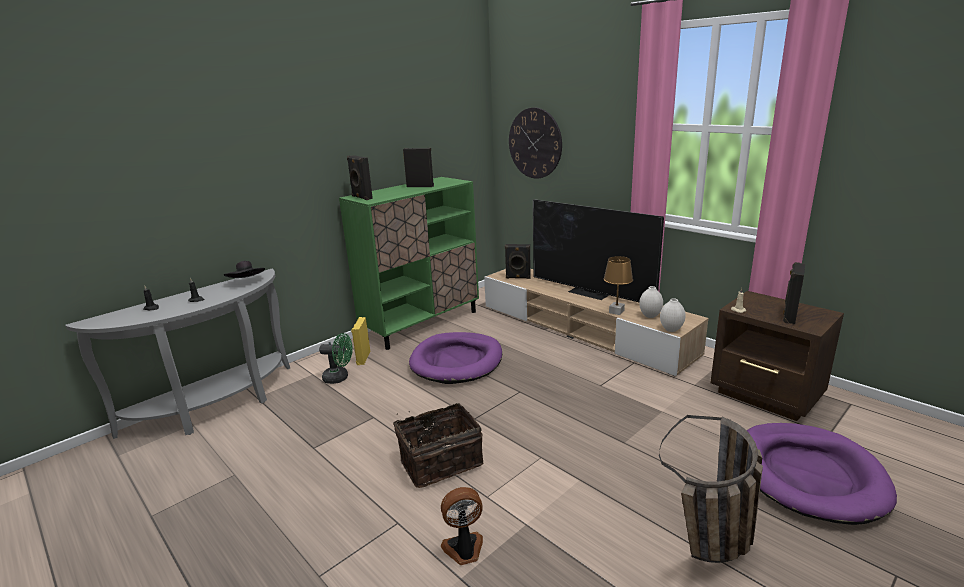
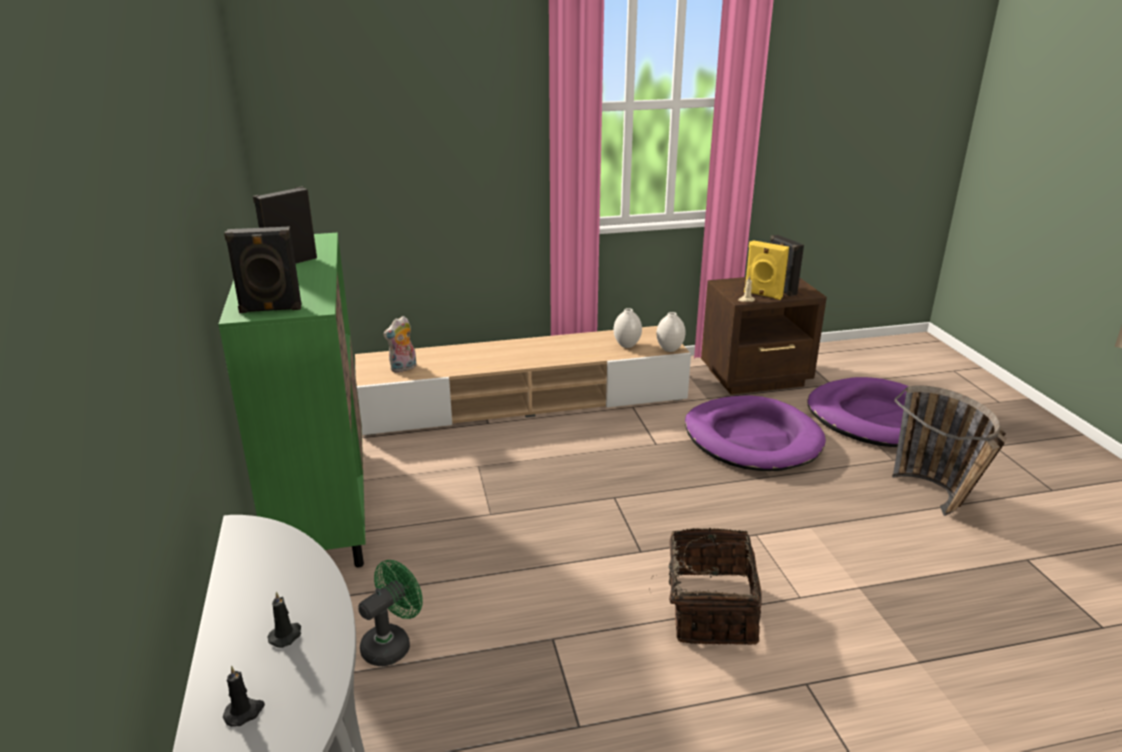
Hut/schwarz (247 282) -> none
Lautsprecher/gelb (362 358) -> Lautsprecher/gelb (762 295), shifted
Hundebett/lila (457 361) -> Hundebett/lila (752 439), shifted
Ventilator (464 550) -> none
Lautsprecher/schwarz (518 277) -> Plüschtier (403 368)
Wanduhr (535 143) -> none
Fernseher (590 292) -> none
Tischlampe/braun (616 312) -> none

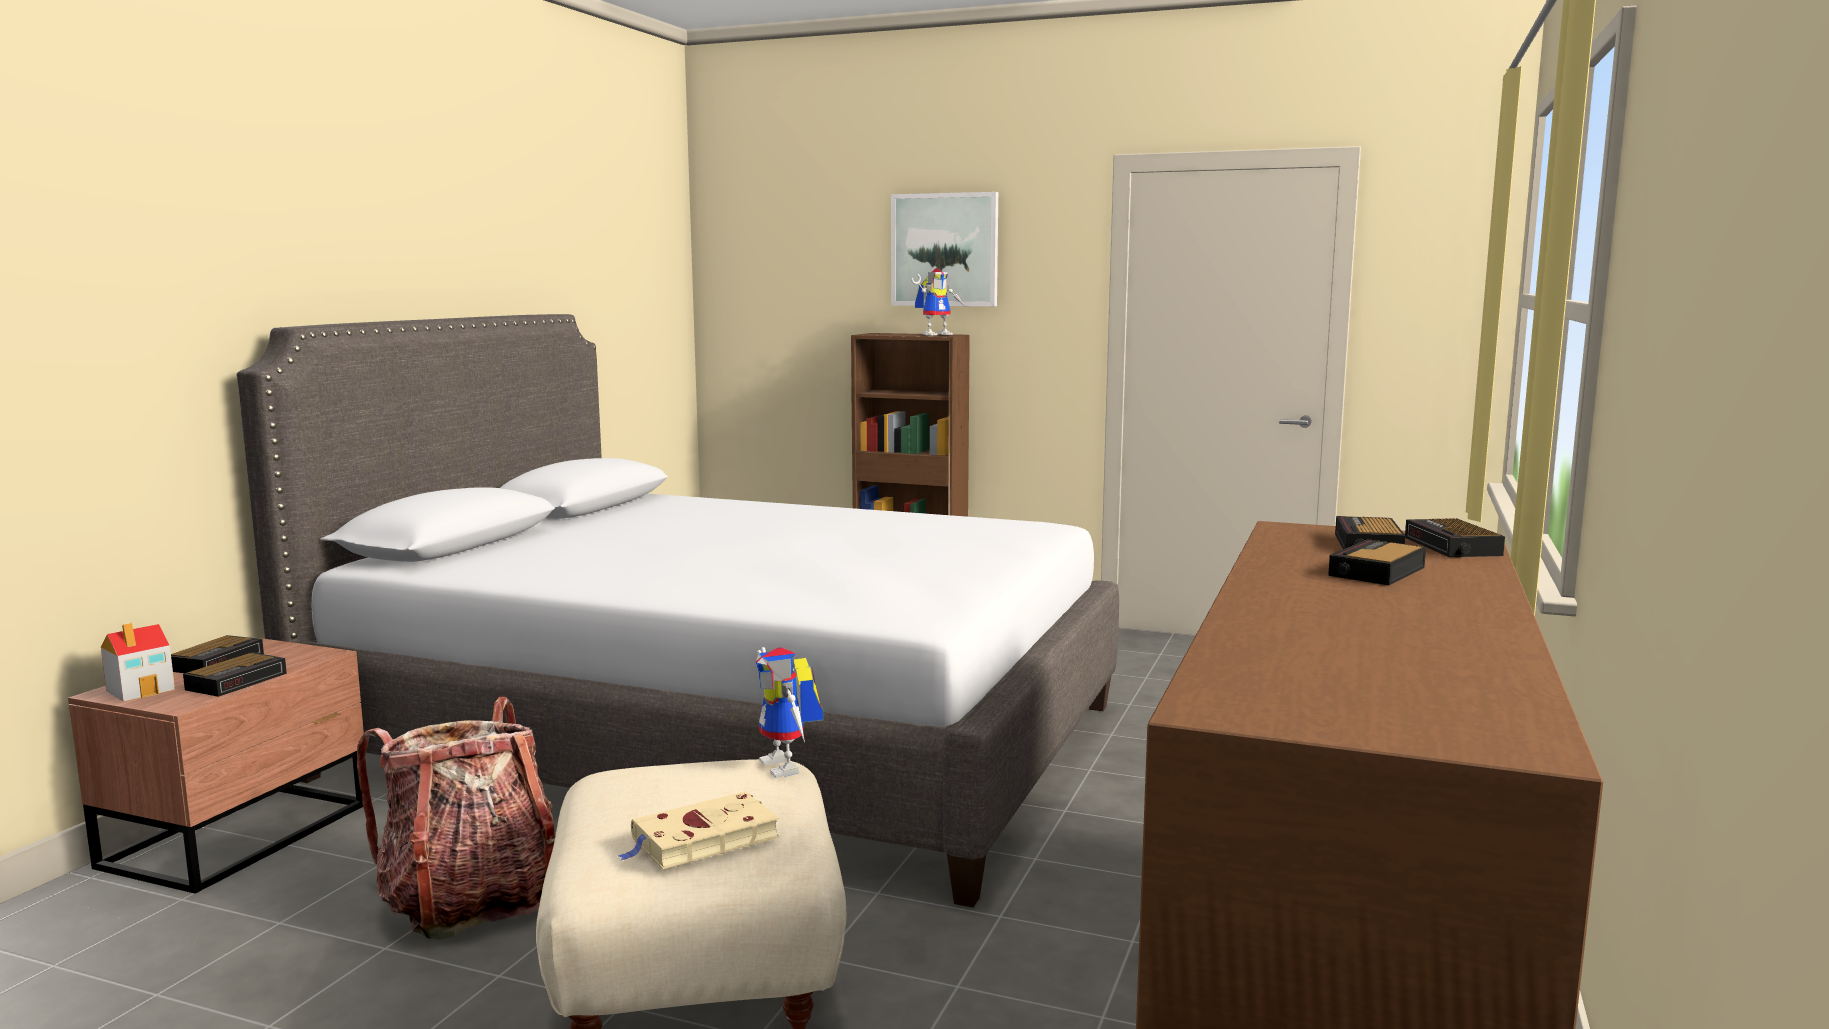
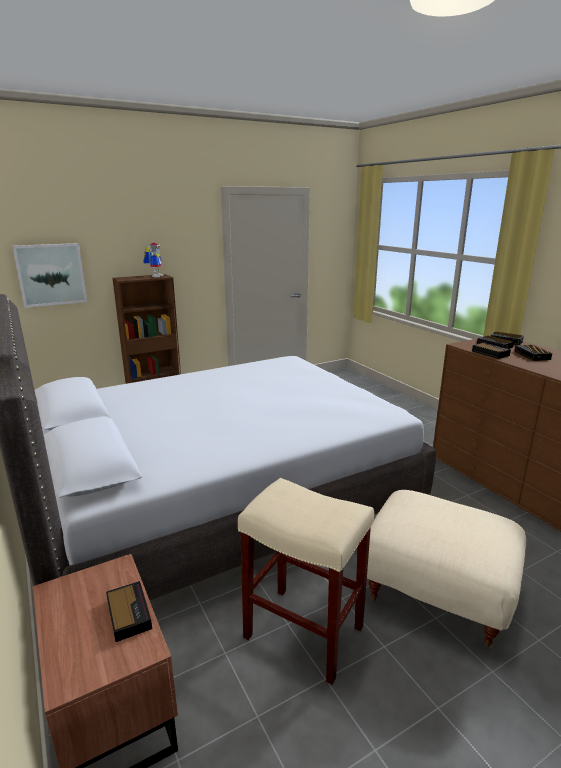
Spielzeughaus (141 690) -> none
Wecker (218 661) -> Wecker (489 353), shifted
Rucksack (471 900) -> Hocker/beige (302 632)
Buch/beige (701 840) -> none
Spielzeugroboter (789 767) -> none
Bild (945 250) -> Bild (51 274), shifted

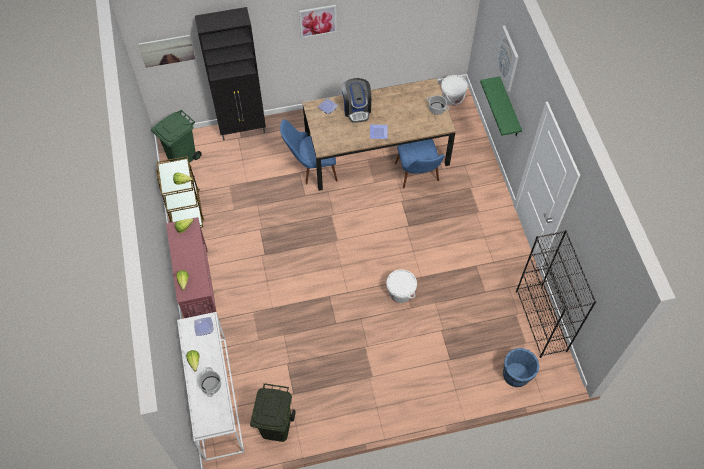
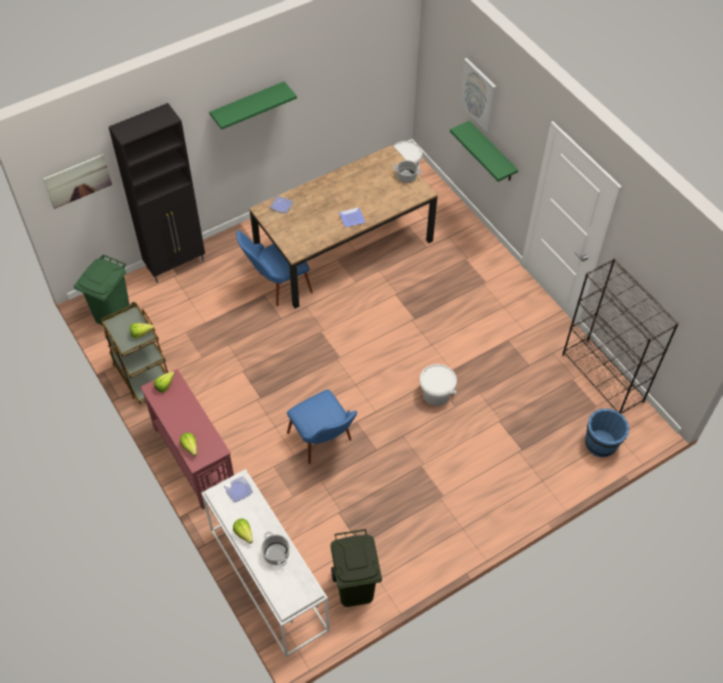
Bild (317 21) -> Wandregal/grün (248 105)
Kaffeemaschine (356 109) -> none
Stuhl/blau (419 178) -> Stuhl/blau (325 444), shifted

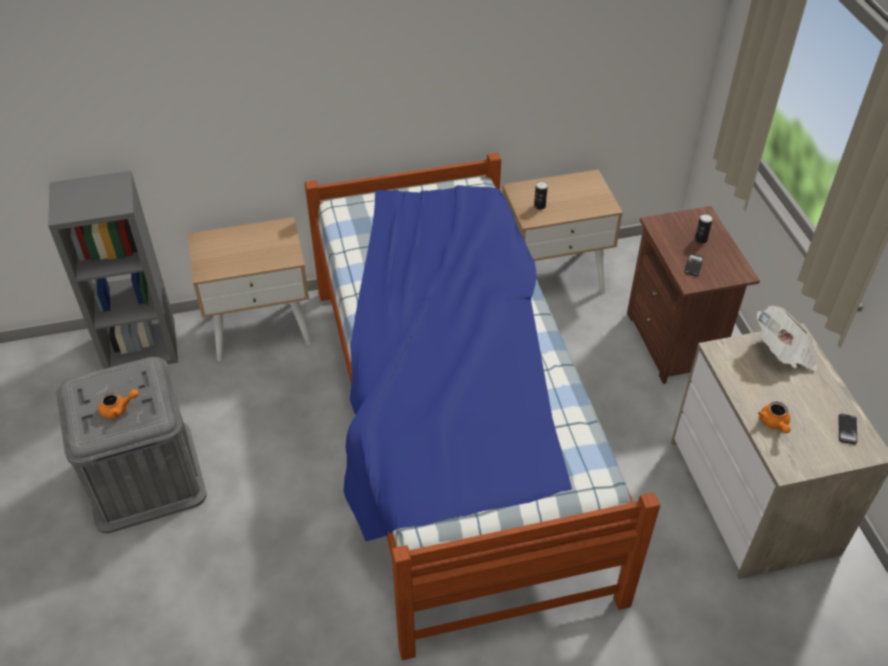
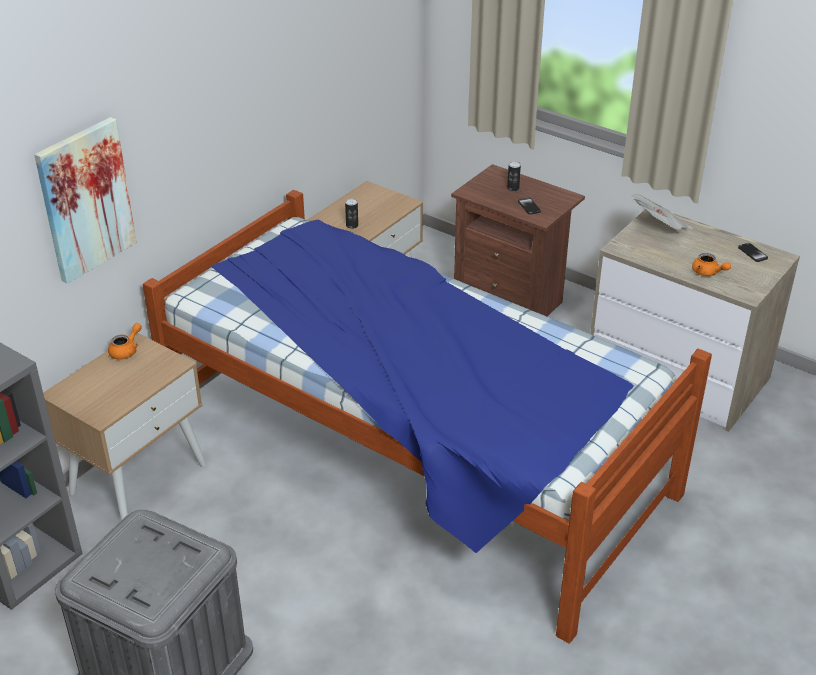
Teekanne/orange (118 409) -> Teekanne/orange (126 350), shifted
none -> Bild (85 199)

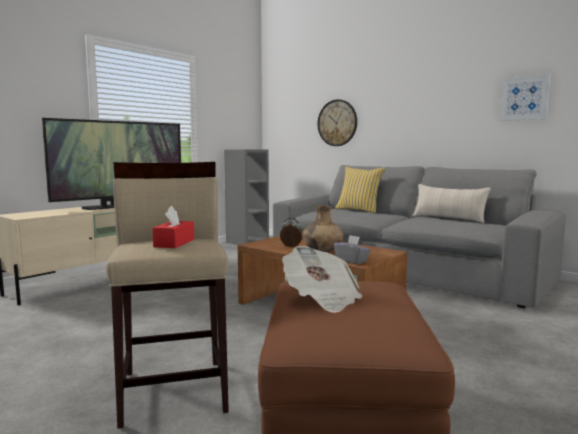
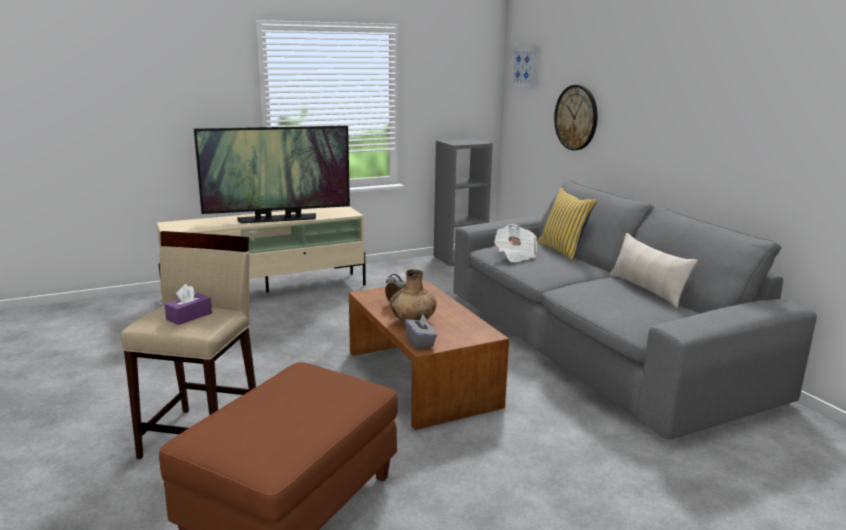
Taschentuchbox/rot (174 243) -> Taschentuchbox/lila (189 316)
Zeitung (321 299) -> Zeitung (515 255), shifted
Bild (524 98) -> Bild (524 66), shifted

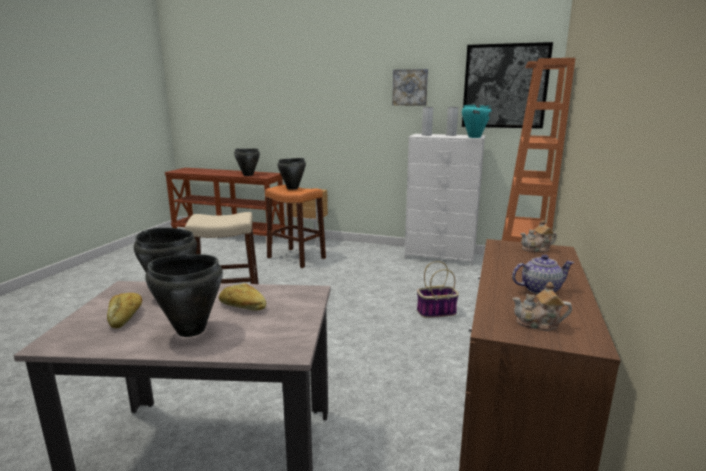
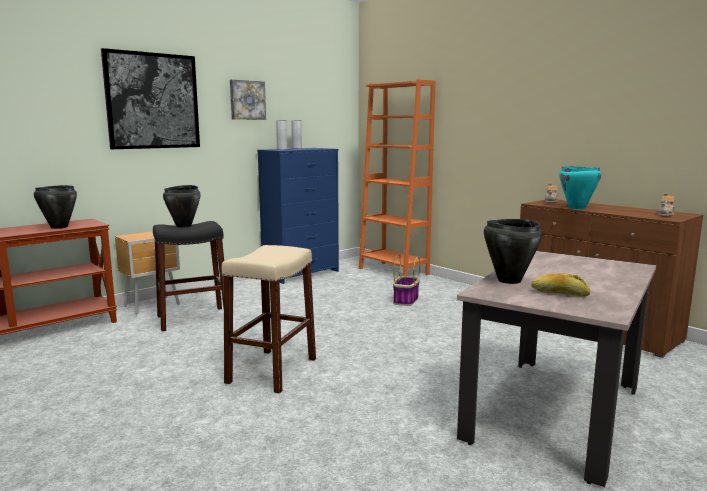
Kochtopf/schwarz (190 330) -> none
Brot (242 306) -> none
Hocker/orange (296 258) -> Hocker/schwarz (193 319)
Kommode/weiß (440 256) -> Kommode/blau (301 273)
Bild (505 86) -> Bild (152 101), shifted
Kochtopf/türkis (474 137) -> Kochtopf/türkis (577 208), shifted
Teekanne (539 289) -> none

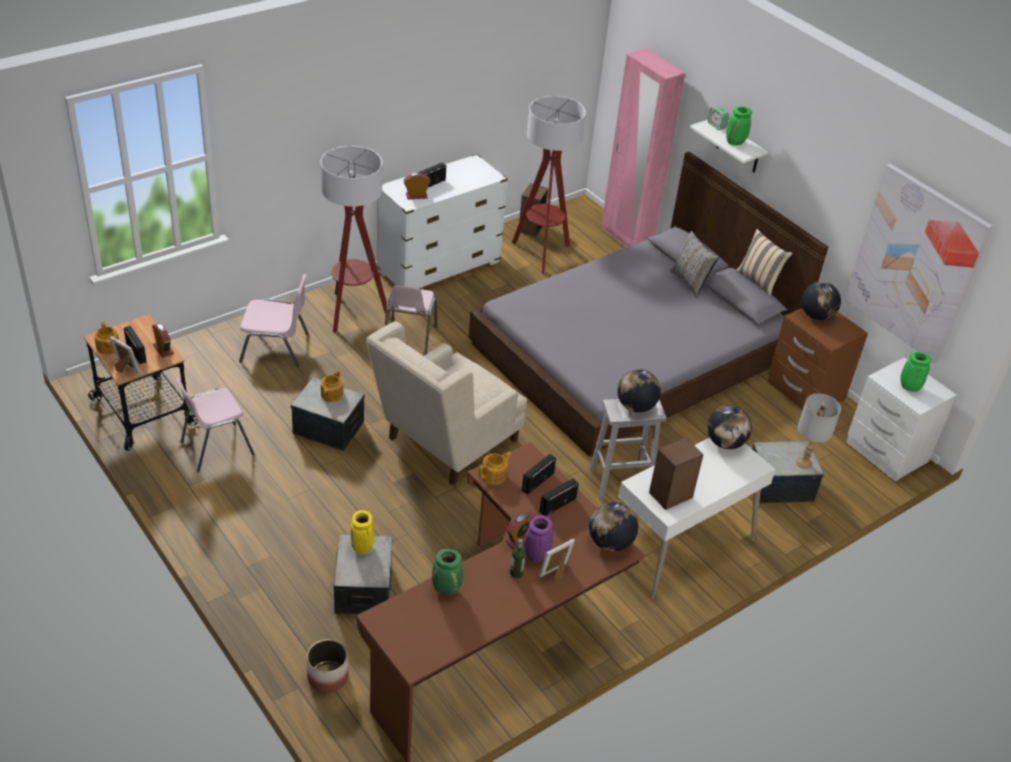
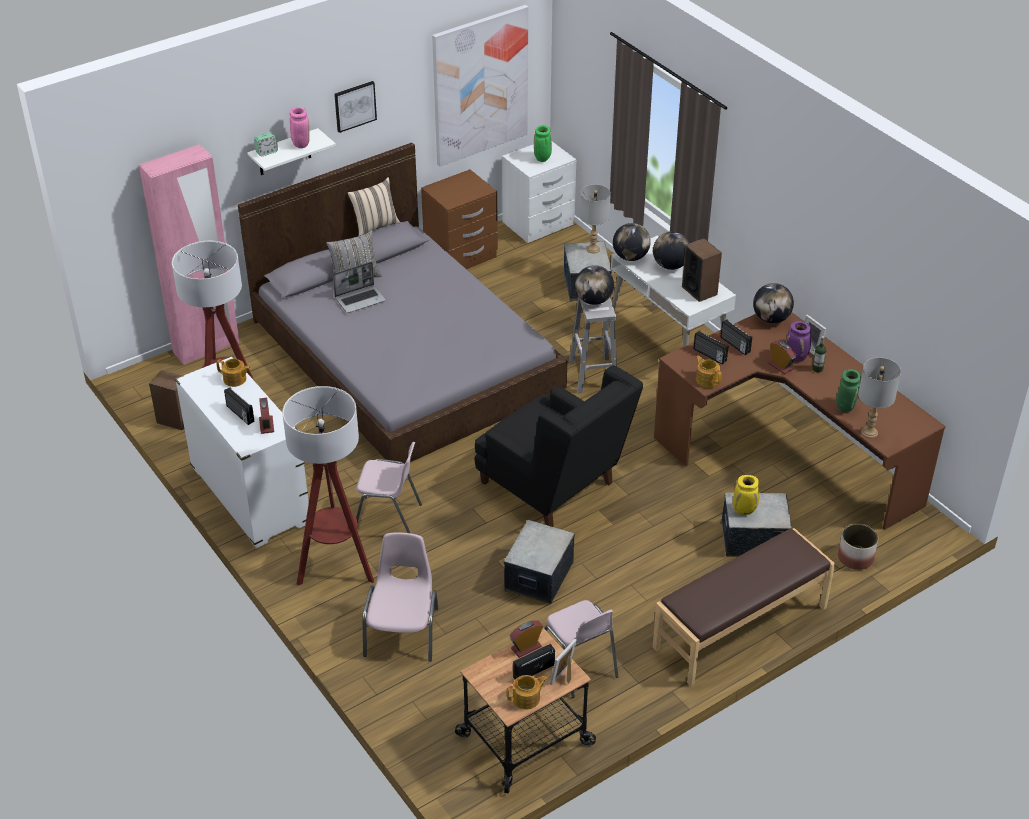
Teekanne (331 395) -> Teekanne (235 379), shifted
Sessel/beige (445 444) -> Sessel/schwarz (555 488)
Vase/grün (735 142) -> Vase/rosa (300 144)
Globus (816 315) -> Globus (670 265), shifted
none -> Laptop (360 299)
none -> Bild (354 106)
none -> Bank/braun (741 628)
none -> Tischlampe/grau (869 432)

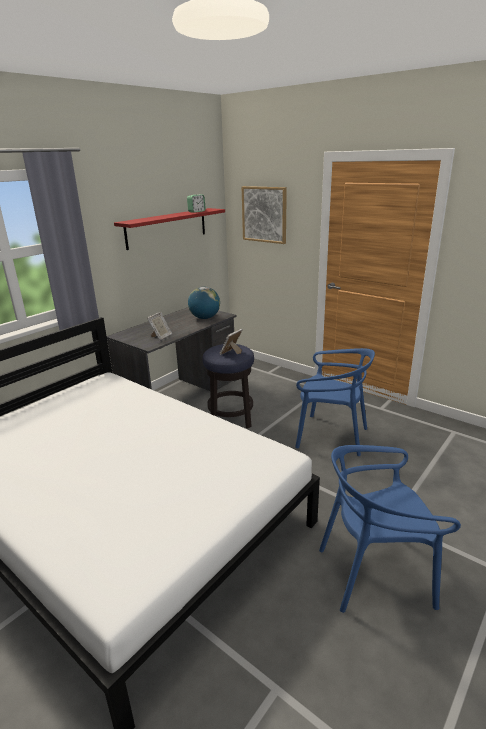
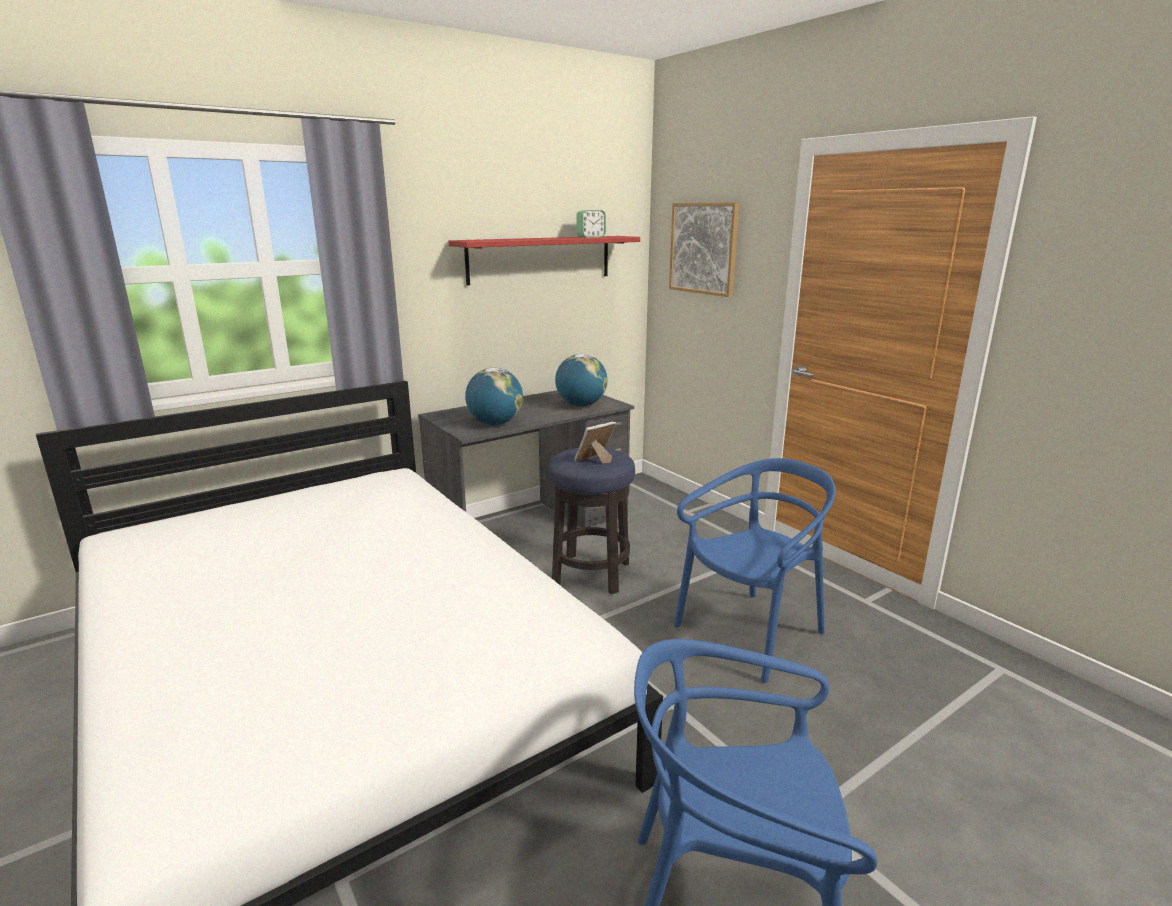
Bilderrahmen (161 337) -> Globus (495 423)
Stuhl/blau (331 436) -> Stuhl/blau (751 633), 75 degrees counterclockwise

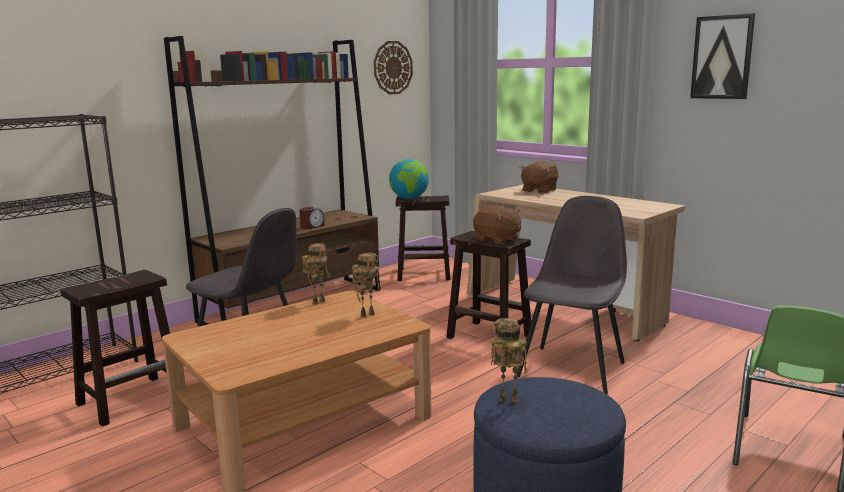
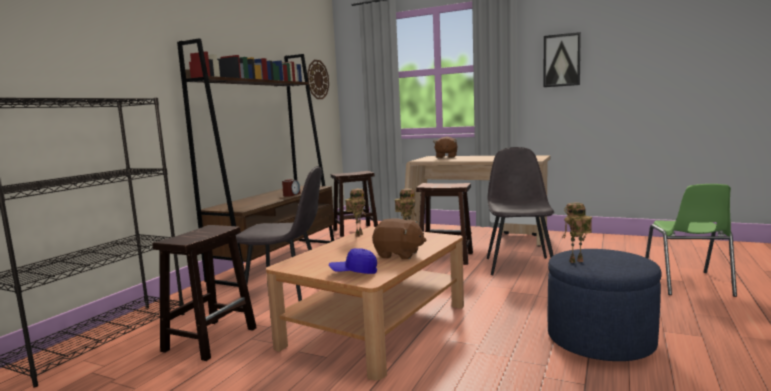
Globus (409 198) -> none
Plüschtier/braun (497 240) -> Plüschtier/braun (398 254), shifted
none -> Kappe/blau (354 272)

